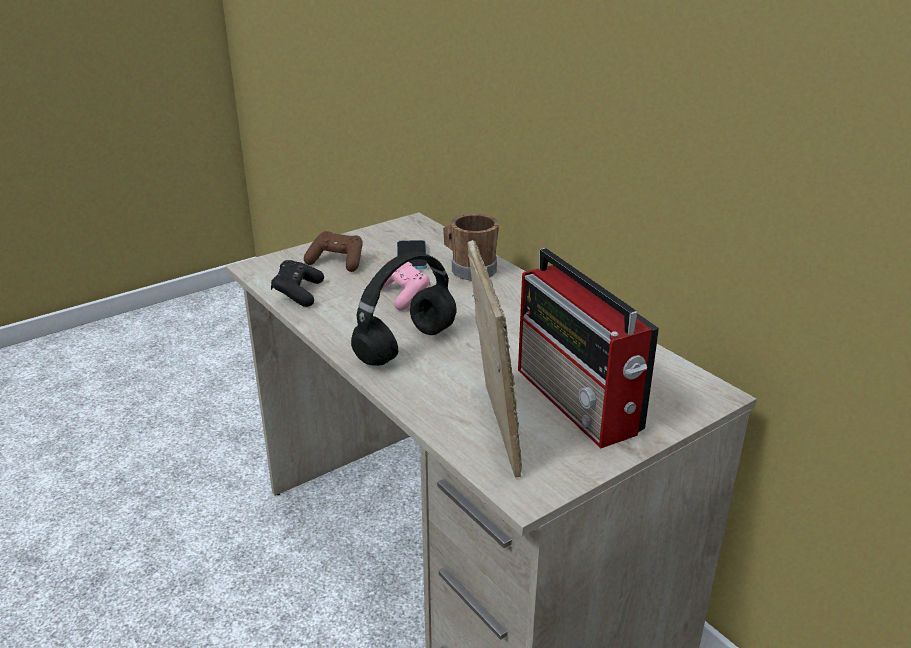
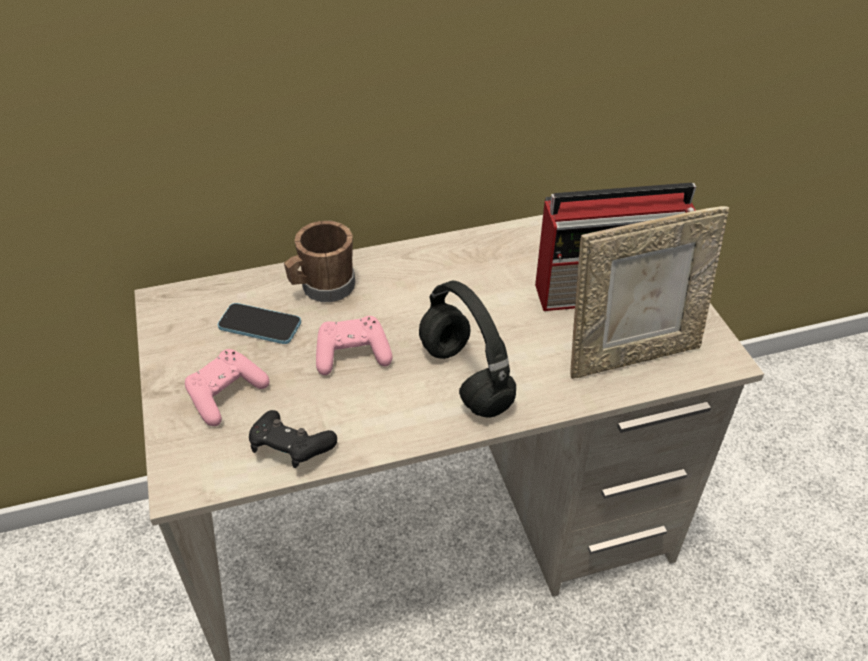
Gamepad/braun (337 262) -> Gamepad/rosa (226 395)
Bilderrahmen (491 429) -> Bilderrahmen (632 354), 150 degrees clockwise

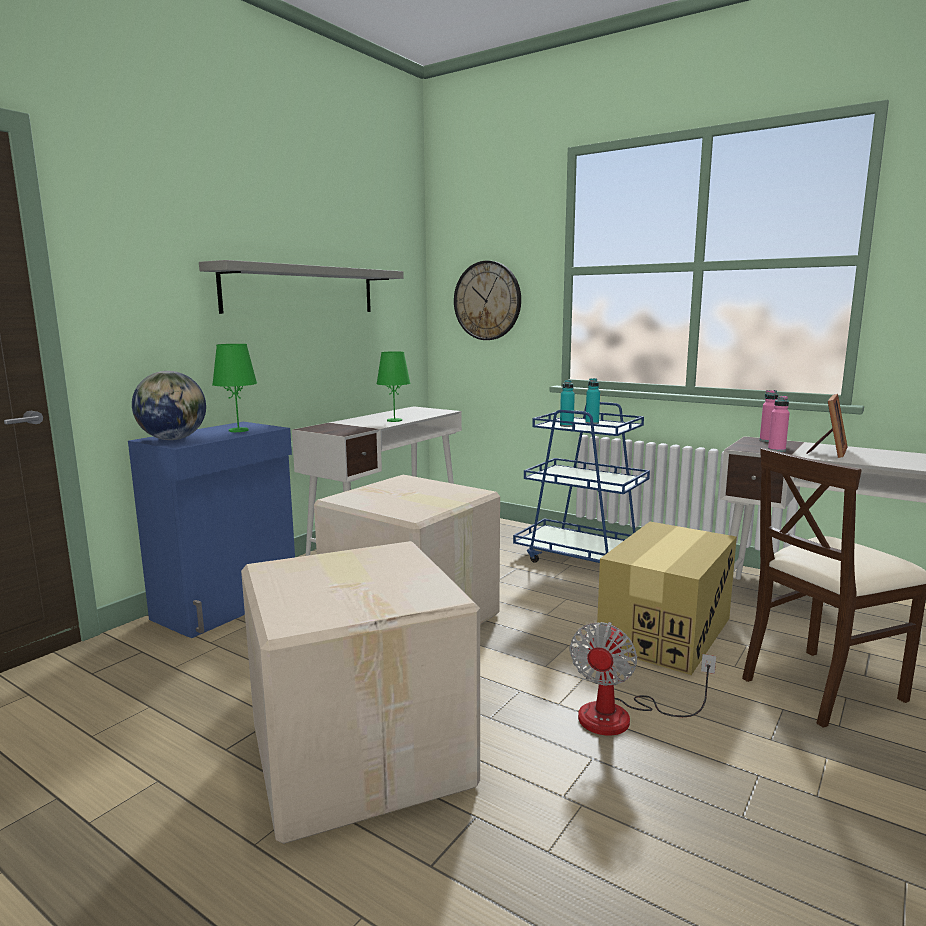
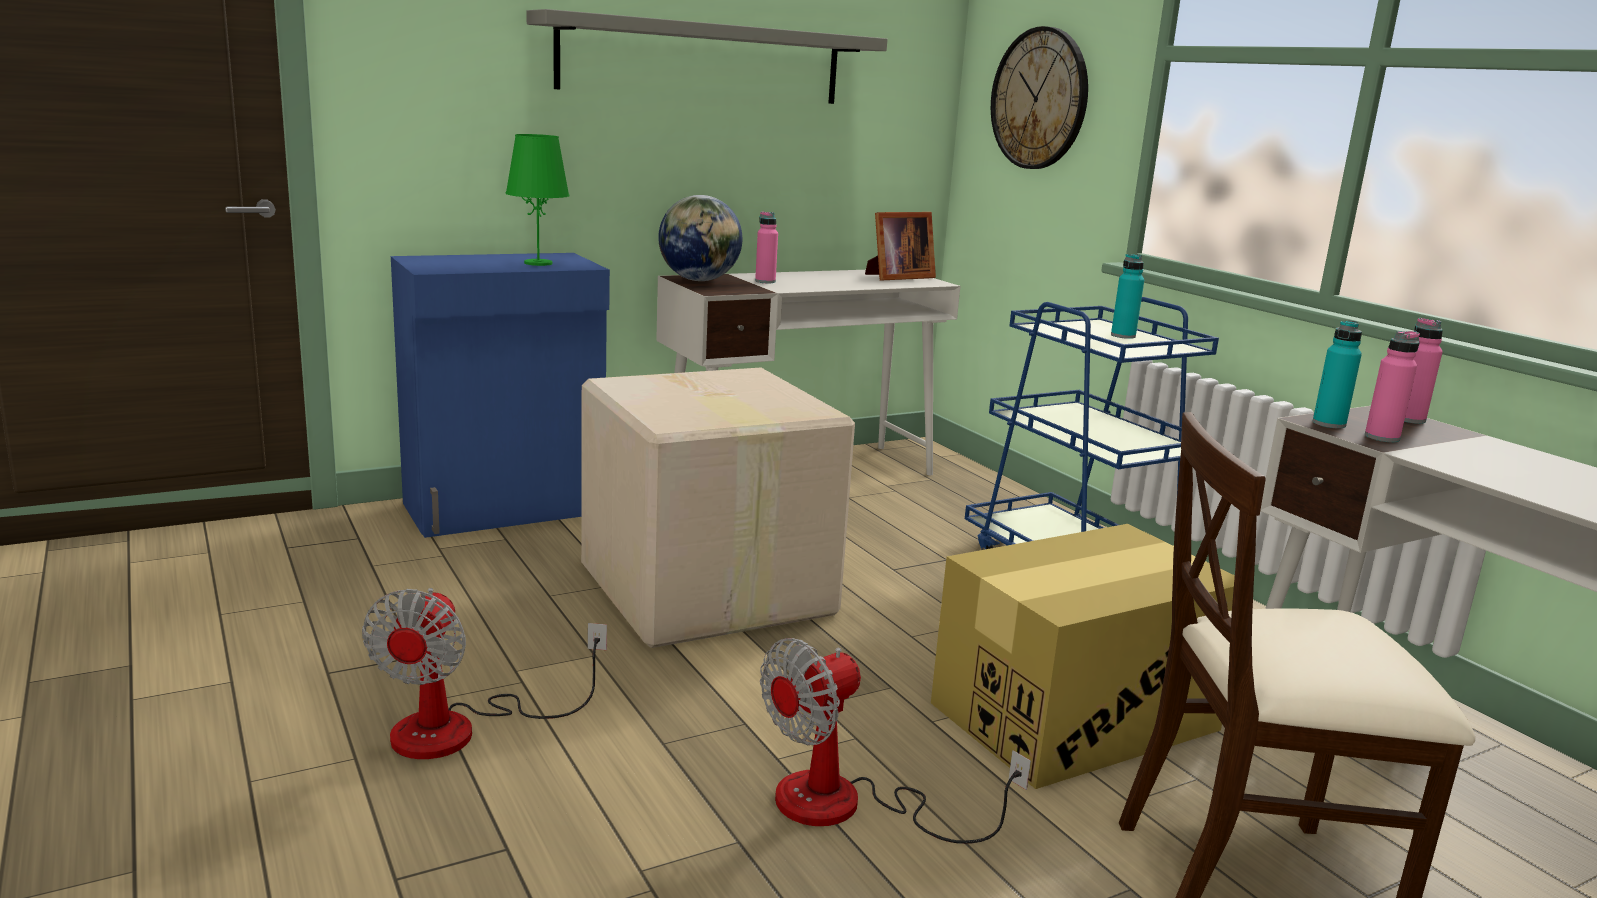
Globus (173 439) -> Globus (699 280), shifted
Karton (362 753) -> Ventilator (462 729)
Tischlampe/grün (394 420) -> none
Flasche/türkis (566 425) -> Flasche/türkis (1329 424), shifted
Bilderrahmen (828 452) -> Bilderrahmen (897 277), shifted
none -> Flasche/rosa (765 281)

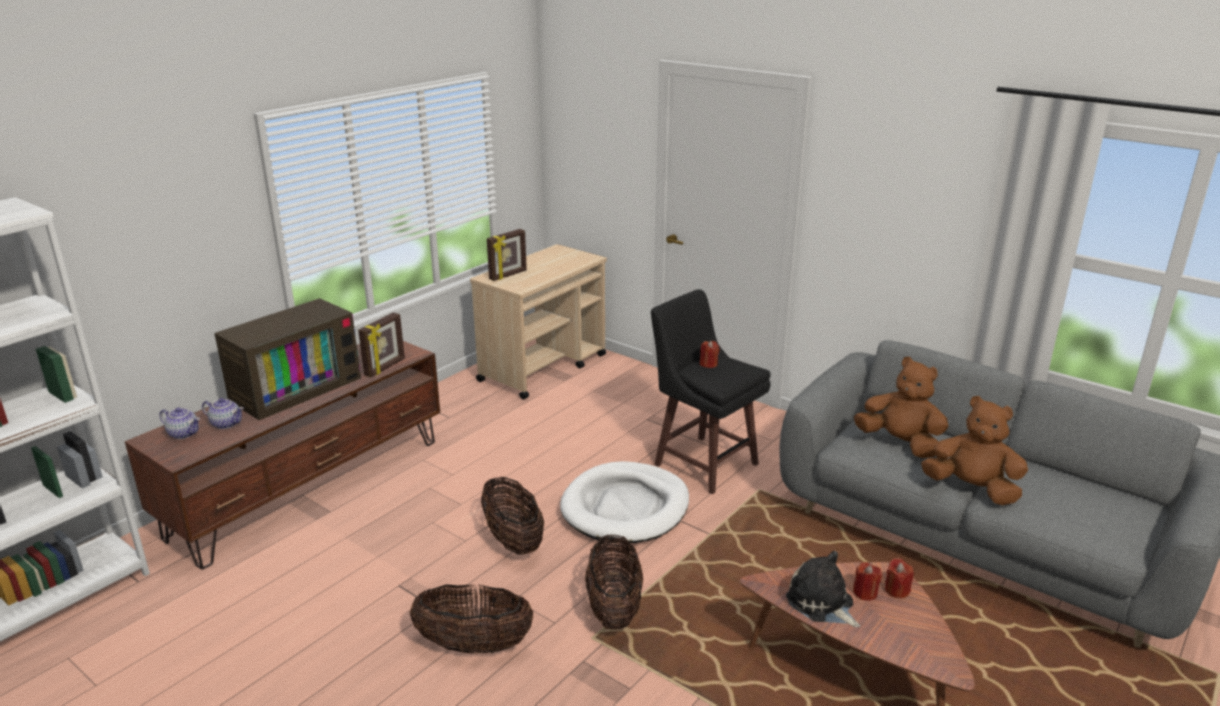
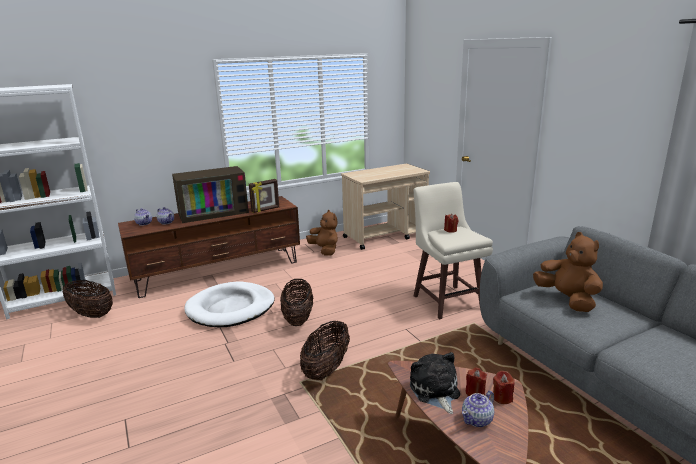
Korb (474 645) -> Korb (91 314), shifted
Bilderrahmen (508 275) -> none
Hundebett/weiß (625 507) -> Hundebett/weiß (231 308), shifted
Hocker/schwarz (704 463) -> Hocker/beige (447 301)
Plüschtier/braun (972 489) -> Plüschtier/braun (325 250), shifted
none -> Teekanne (477 419)

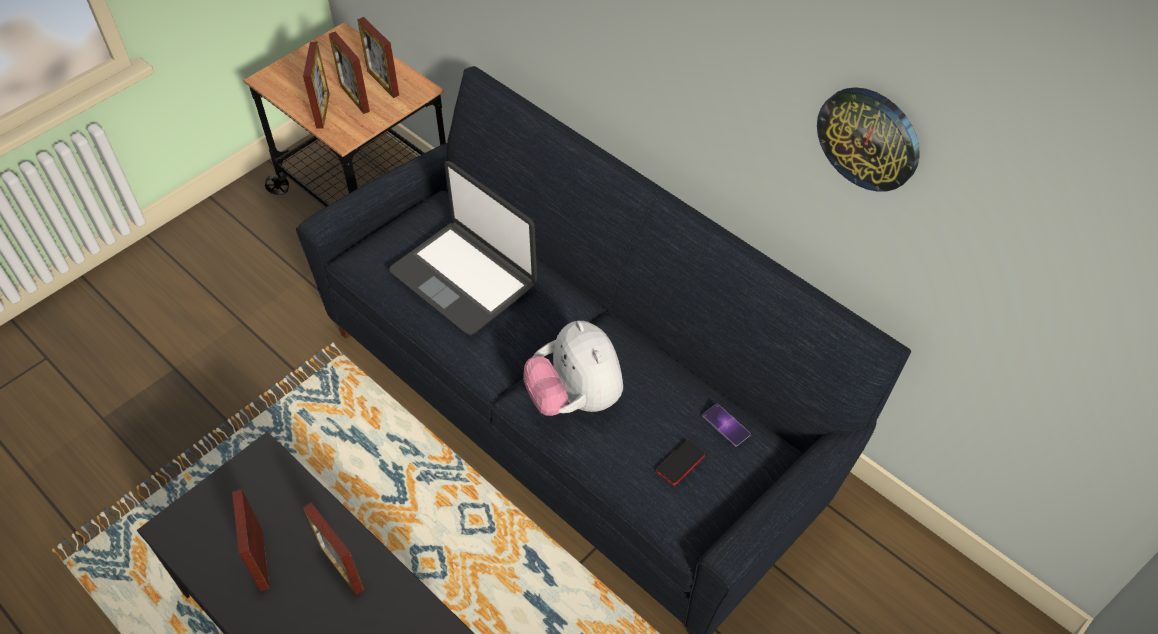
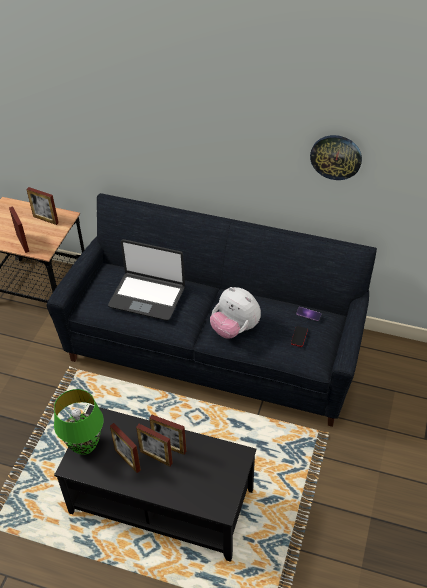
Bilderrahmen (354 98) -> Bilderrahmen (156 457), shifted
none -> Tischlampe/grün (85 446)

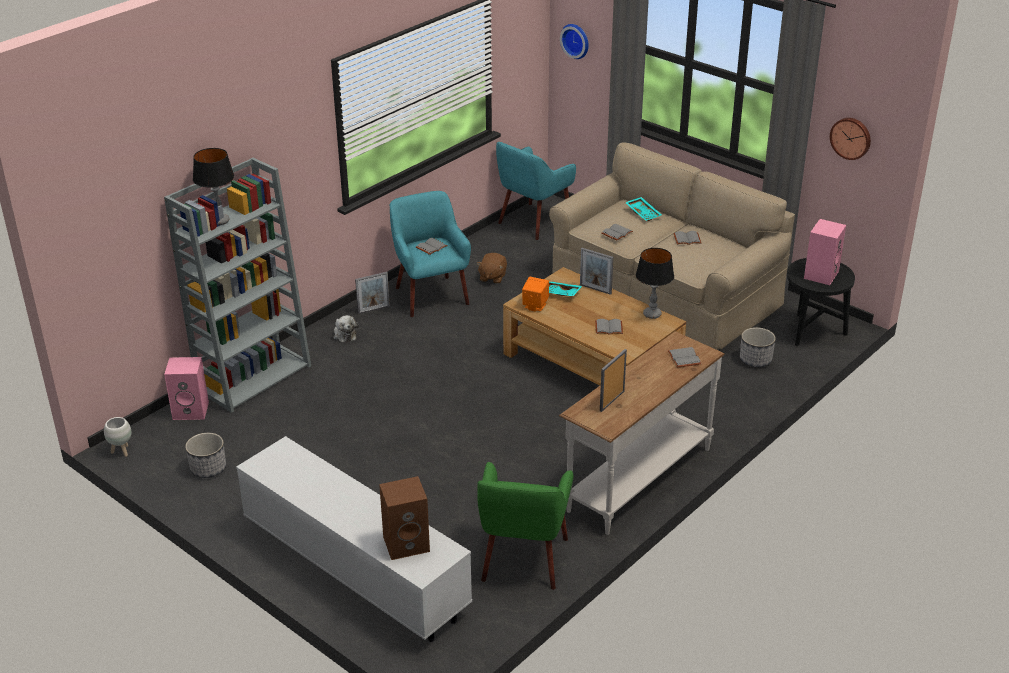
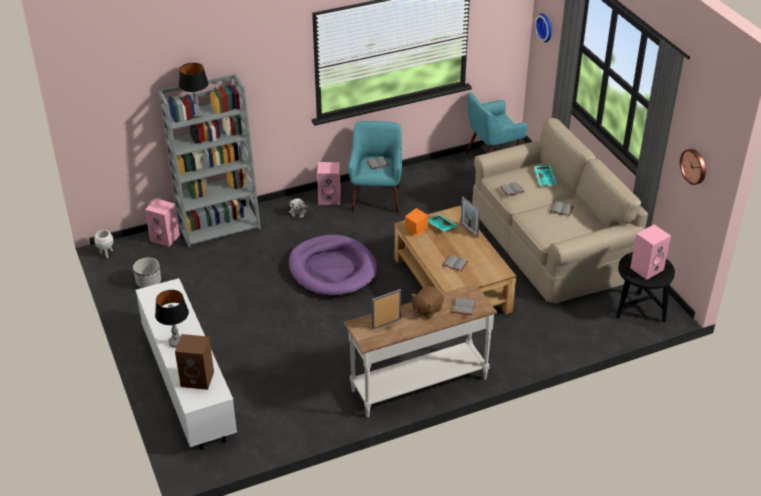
Bilderrahmen (373 310) -> Lautsprecher/rosa (330 198)
Plüschtier/braun (492 277) -> Plüschtier/braun (426 310), shifted
Sessel/grün (523 560) -> none
Tischlampe (652 314) -> Tischlampe (176 342), shifted
Pflanzkübel (755 360) -> none
none -> Hundebett/lila (332 269)

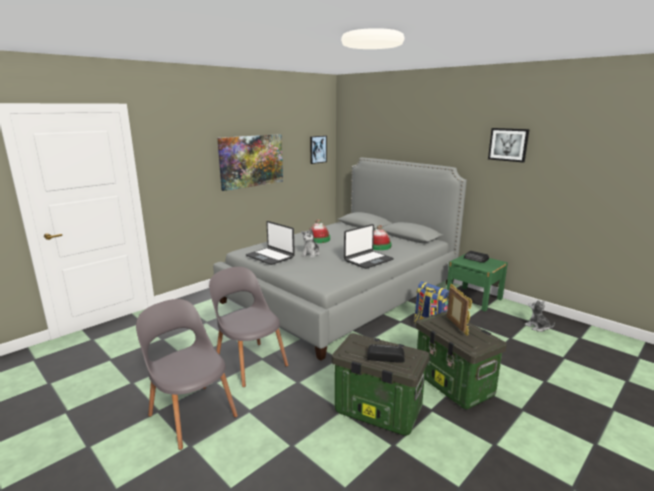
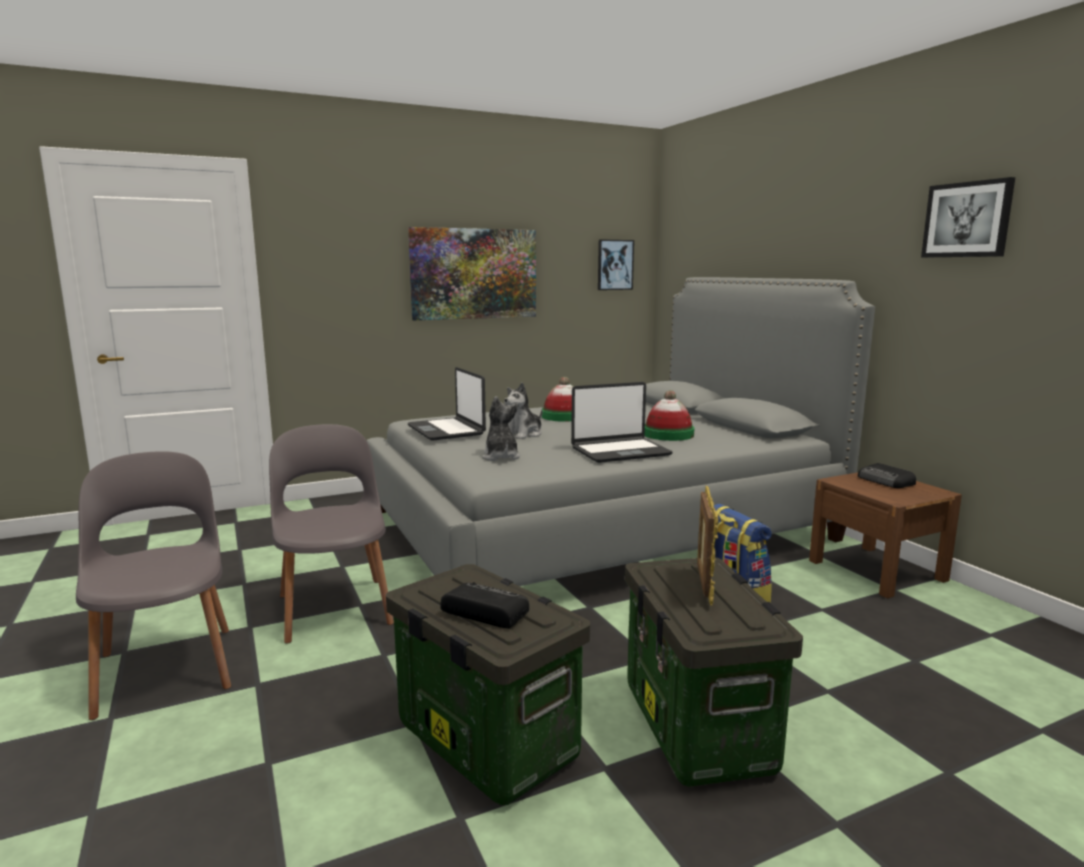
Nachttisch/grün (473 298) -> Nachttisch/braun (876 570)
Plüschtier (537 327) -> Plüschtier (500 457), shifted

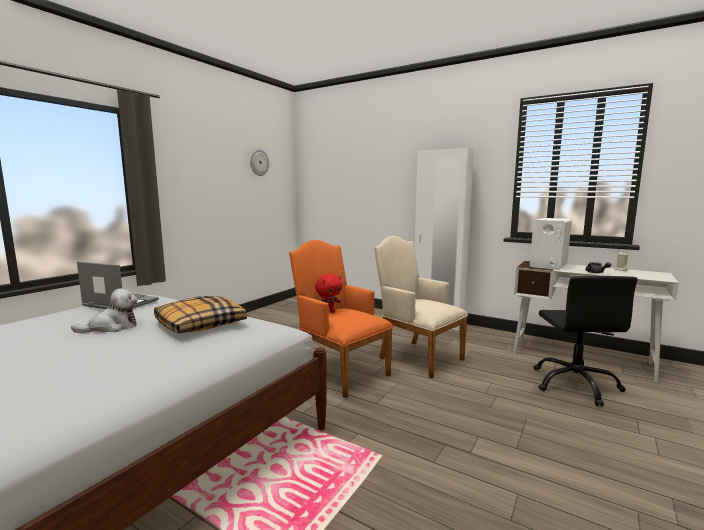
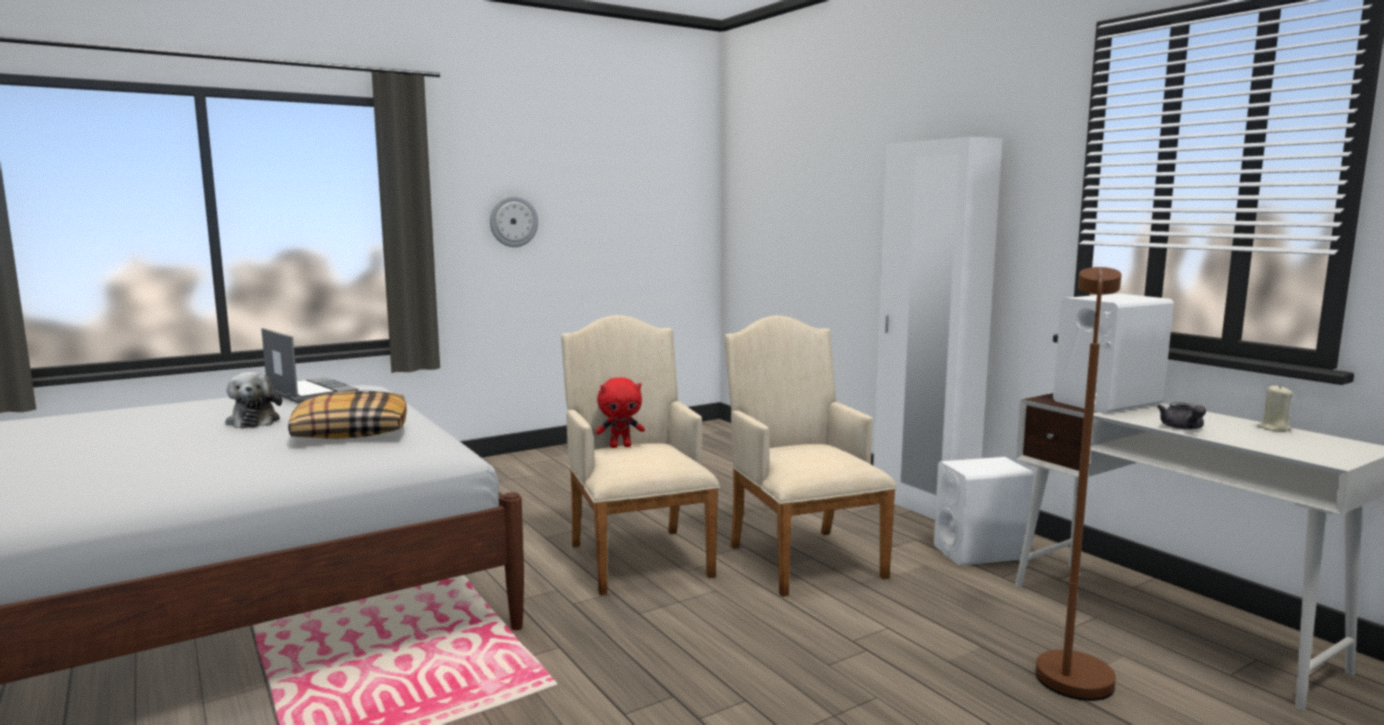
Plüschtier (112 327) -> Plüschtier (254 421), 75 degrees clockwise
Wanduhr (259 162) -> Wanduhr (513 221), shifted
Sessel/orange (340 372) -> Sessel/beige (638 556)
Bürostuhl/schwarz (575 384) -> Stehlampe/braun (1071 669)
none -> Lautsprecher/weiß (979 552)

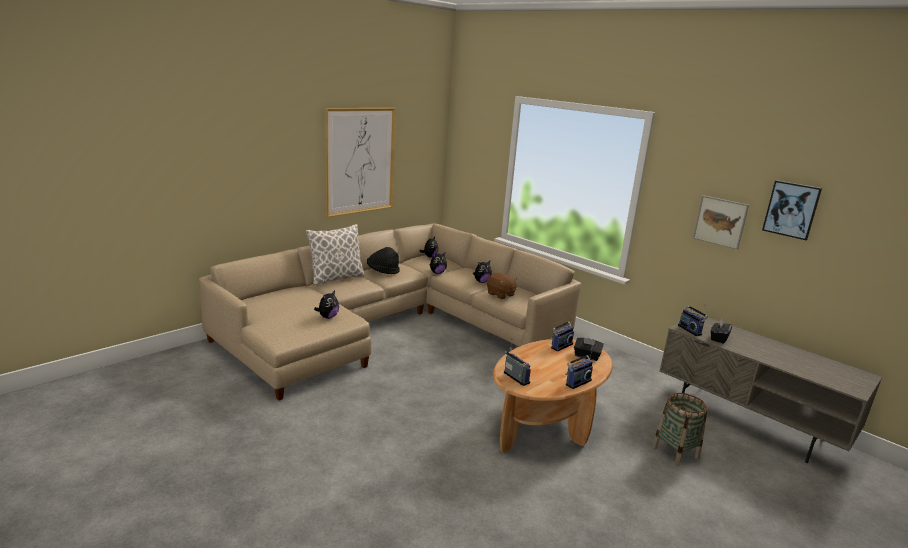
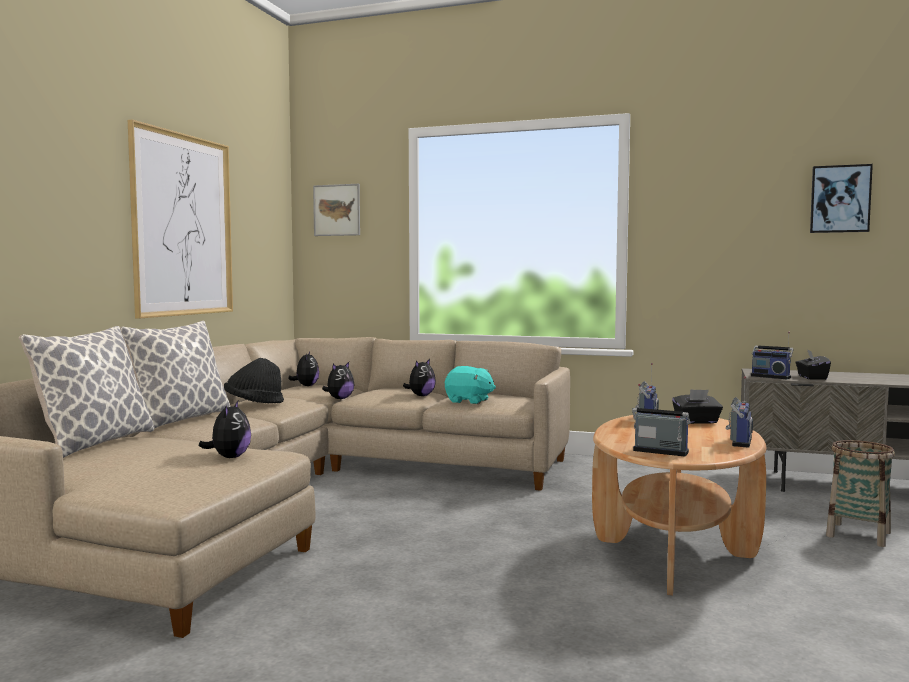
Plüschtier/braun (500 294) -> Plüschtier/türkis (469 401)
Bild (720 222) -> Bild (337 210), shifted
none -> Kissen (95 443)

